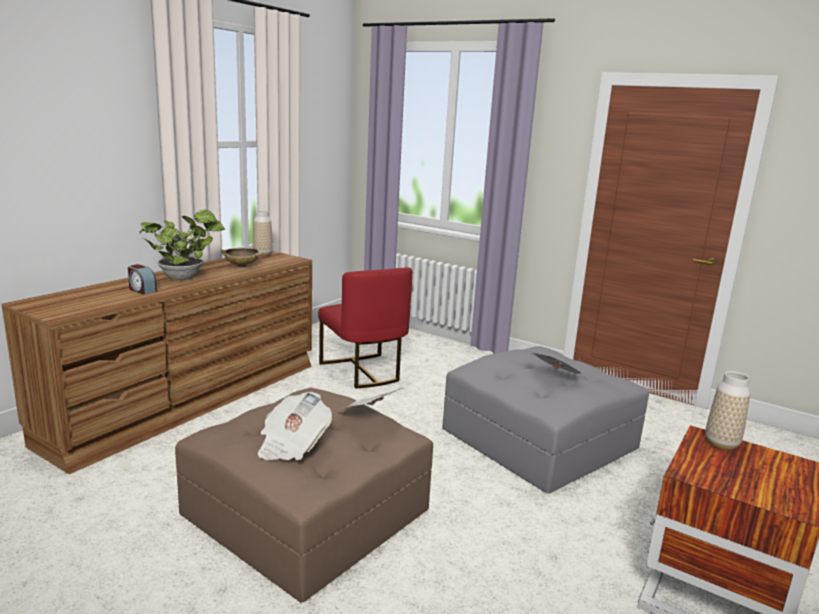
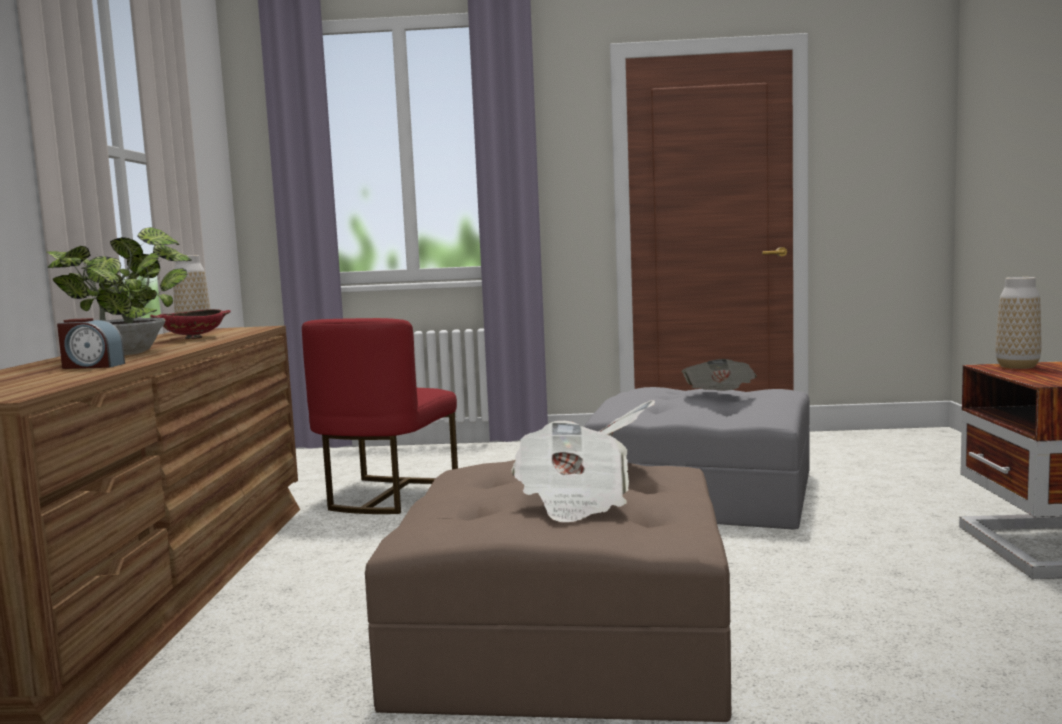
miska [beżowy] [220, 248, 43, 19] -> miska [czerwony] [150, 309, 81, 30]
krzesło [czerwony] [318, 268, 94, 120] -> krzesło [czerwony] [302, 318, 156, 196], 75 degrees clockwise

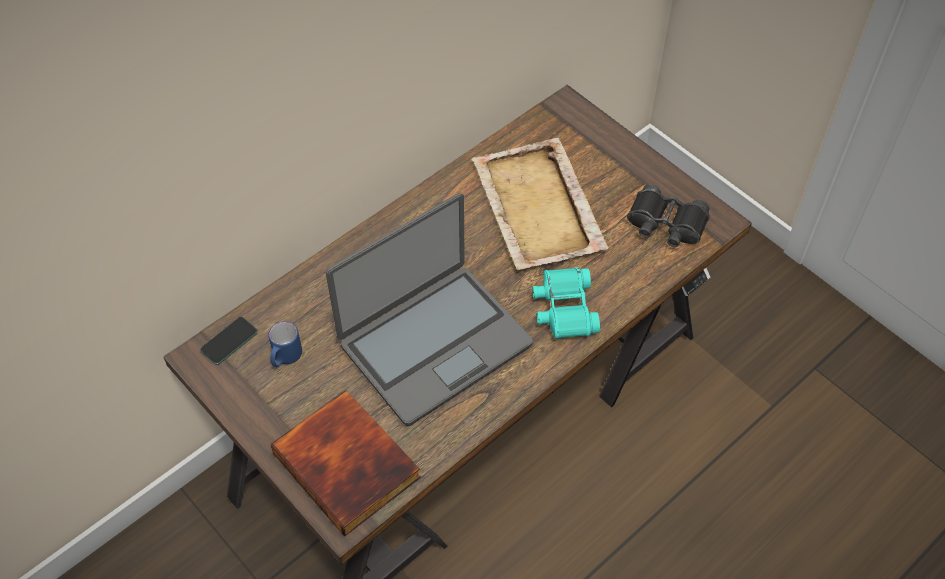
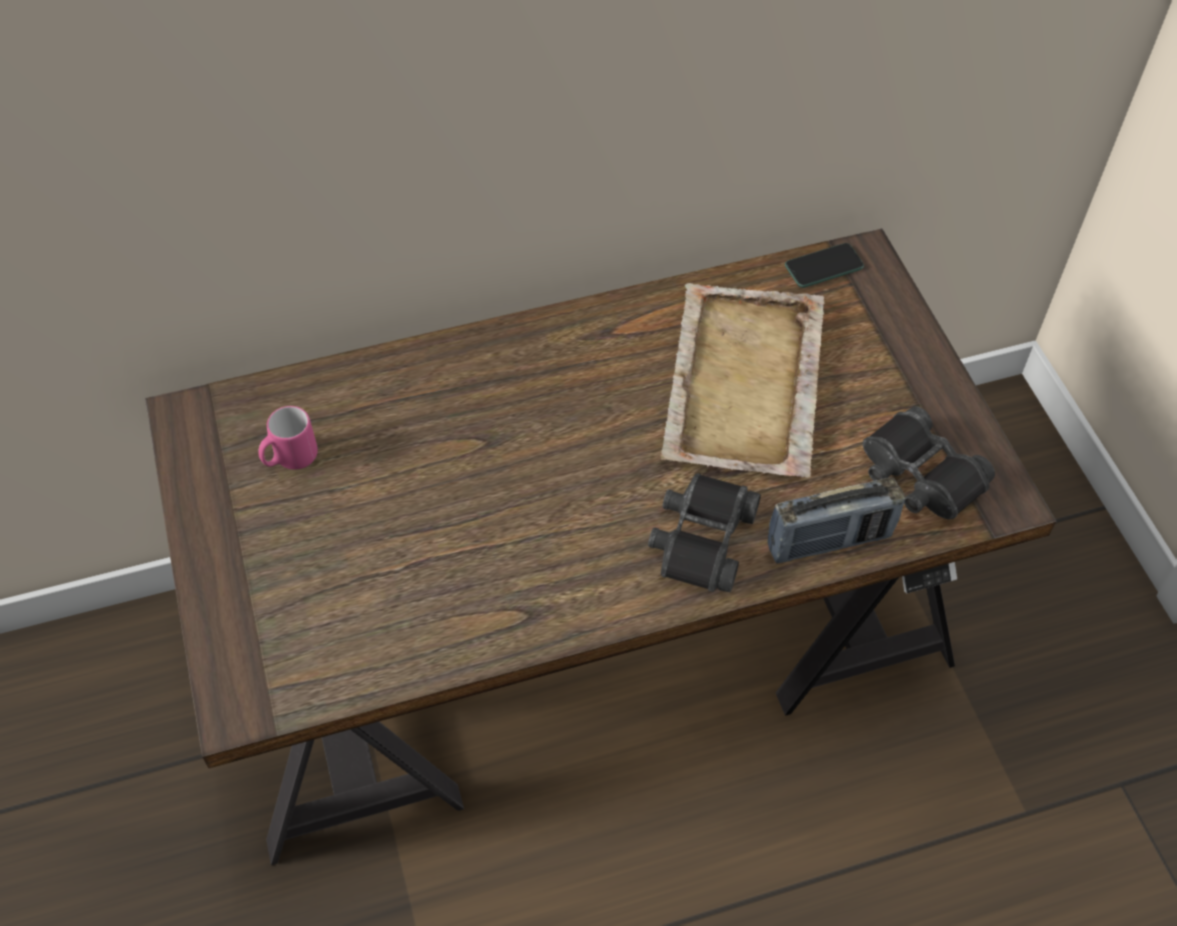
telefon [200, 317, 58, 48] -> telefon [785, 243, 79, 45], shifted
kubek [niebieski] [269, 321, 33, 46] -> kubek [różowy] [258, 406, 60, 64]
książka [271, 390, 150, 146] -> none
laptop [326, 193, 207, 233] -> none
lornetka [turkusowy] [533, 267, 67, 72] -> lornetka [czarny] [648, 473, 113, 119]
none -> radio [767, 477, 138, 87]

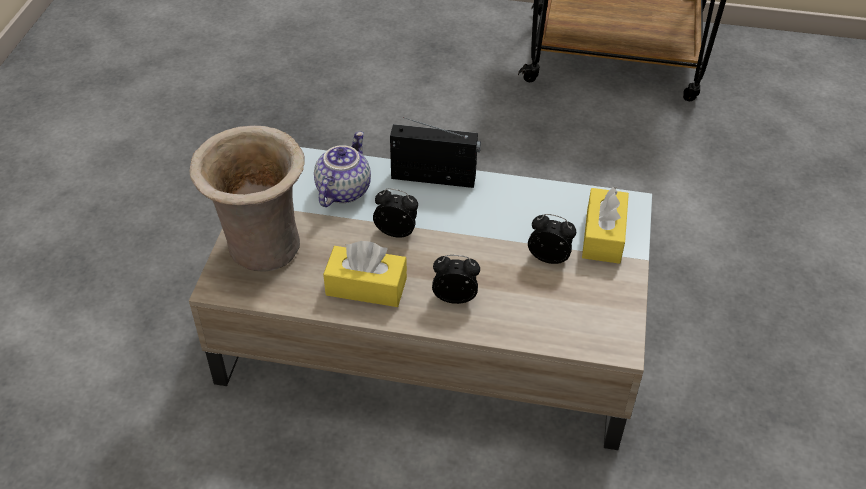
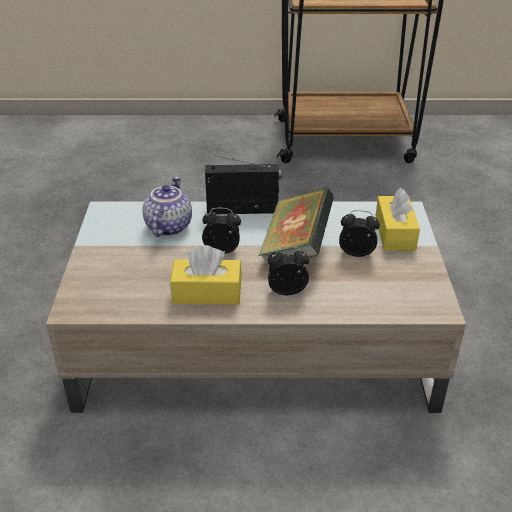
wazon [beżowy] [189, 126, 116, 146] -> none
none -> książka [259, 188, 75, 80]

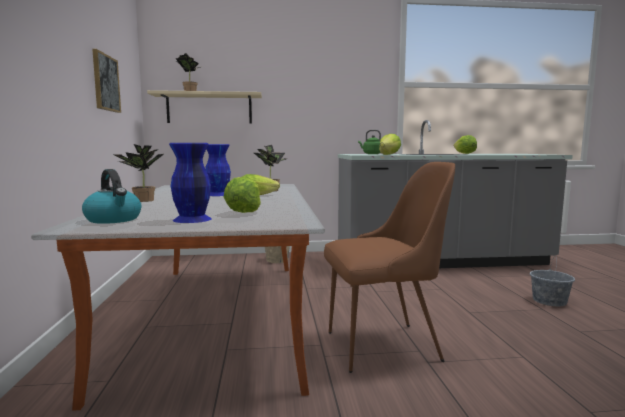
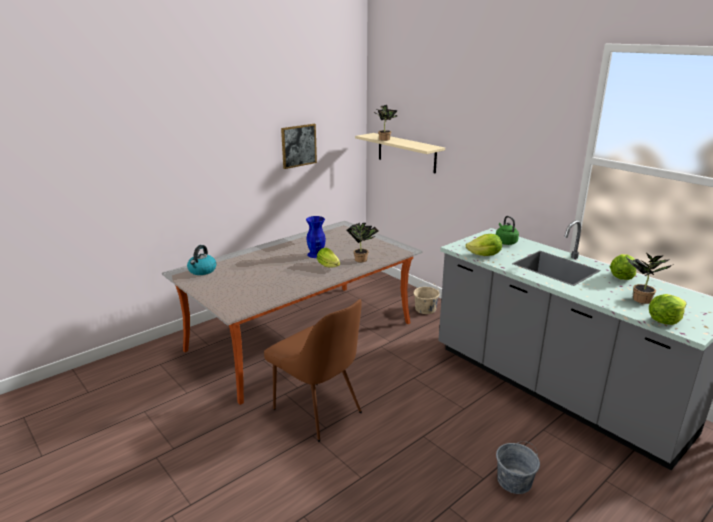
roślina doniczkowa [115, 144, 49, 58] -> roślina doniczkowa [625, 253, 49, 51], shifted
wazon [niebieski] [169, 143, 43, 80] -> none
sałata [224, 177, 37, 36] -> sałata [649, 294, 38, 31], shifted

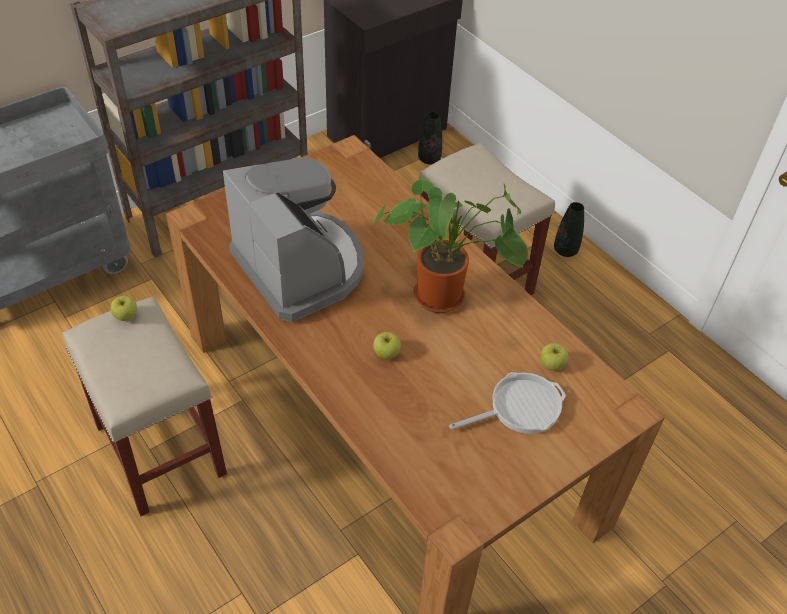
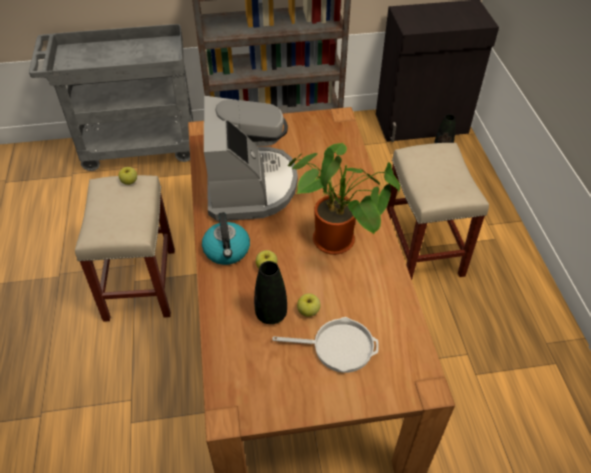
jabłko [540, 343, 28, 27] -> jabłko [297, 294, 24, 23], shifted
wazon [czarny] [554, 202, 30, 55] -> wazon [czarny] [254, 261, 33, 63], shifted
none -> czajnik [202, 212, 48, 53]

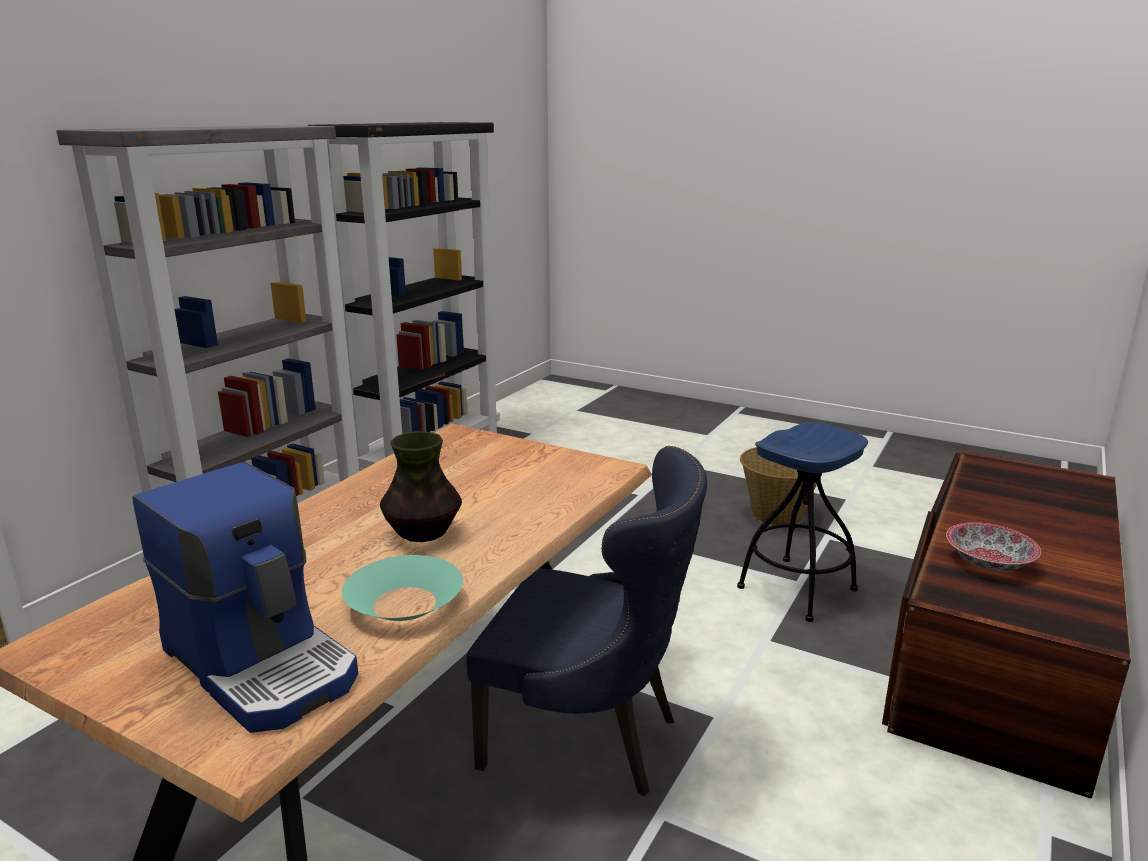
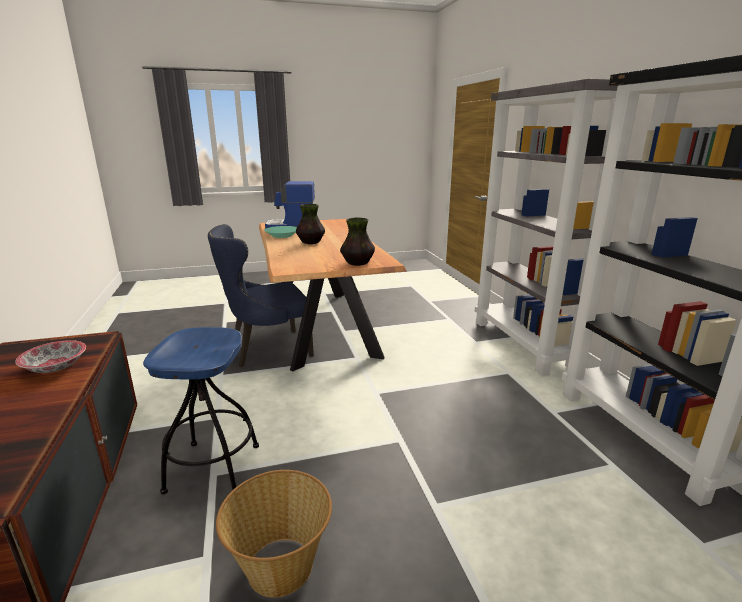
none -> wazon [340, 218, 35, 48]

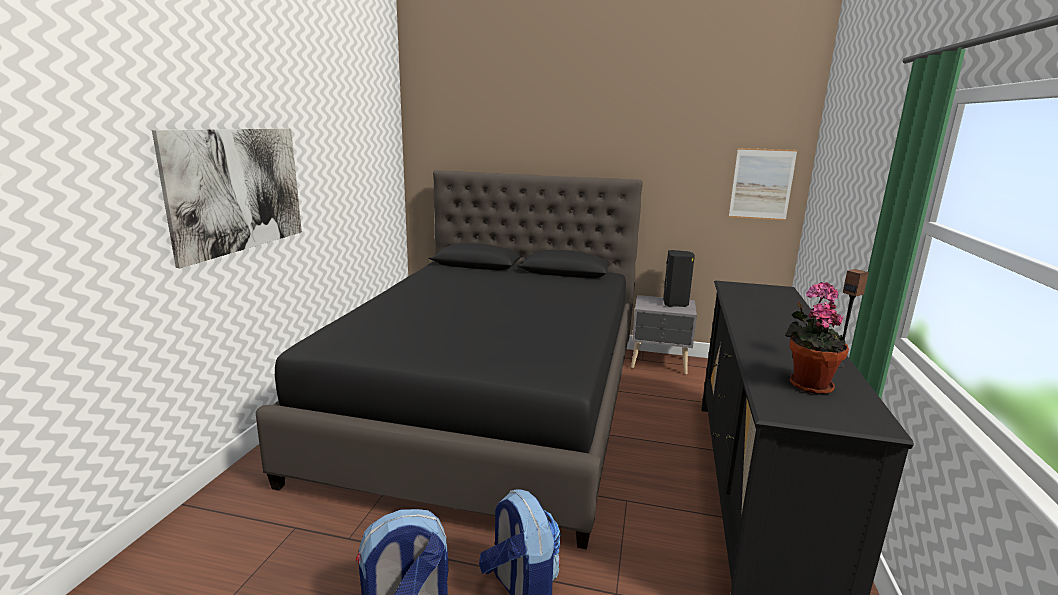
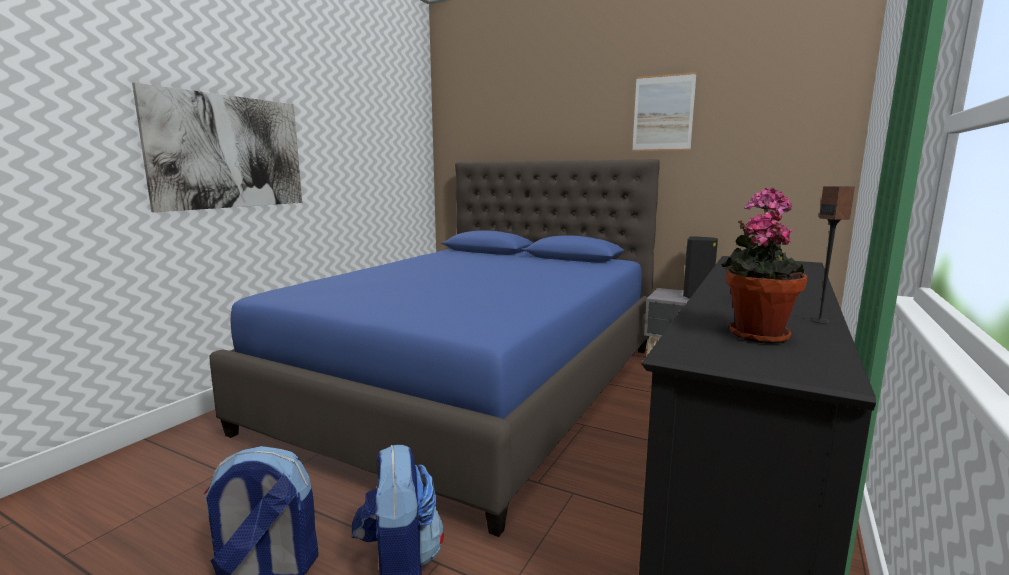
łóżko [czarny] [256, 170, 387, 379] -> łóżko [niebieski] [209, 159, 451, 378]
obraz [729, 148, 68, 73] -> obraz [632, 72, 65, 79], shifted

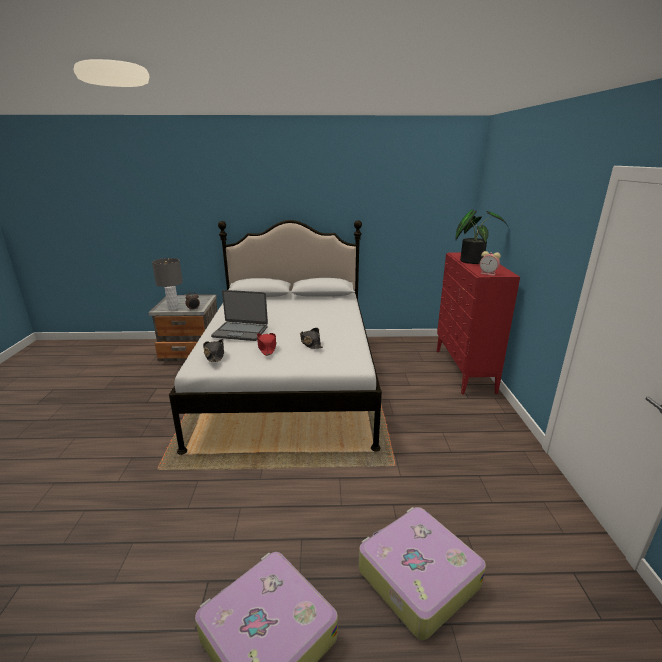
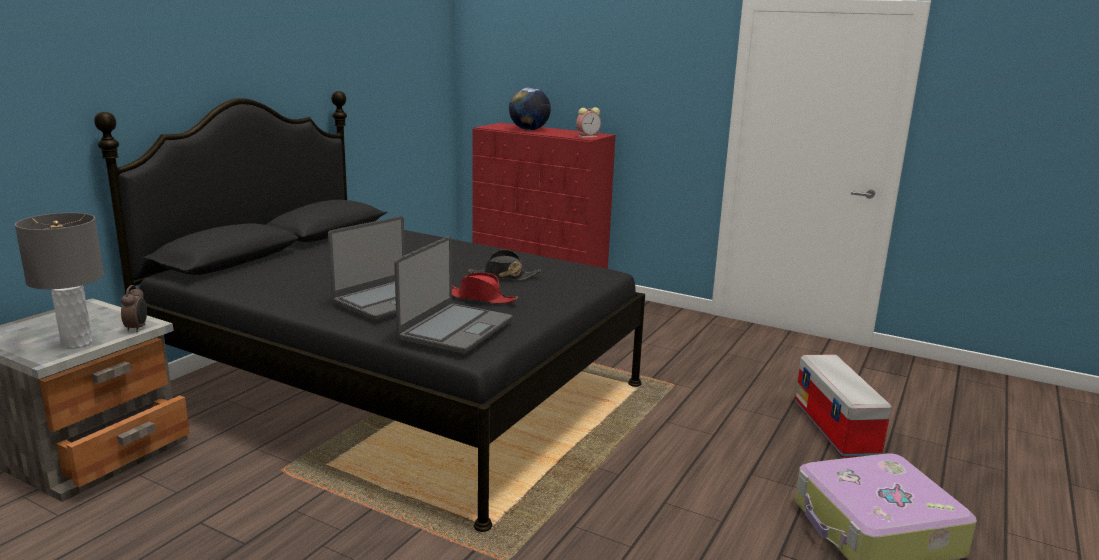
łóżko [biały] [169, 220, 213, 235] -> łóżko [czarny] [94, 91, 551, 441]
kapelusz [czarny] [203, 339, 21, 23] -> laptop [394, 236, 119, 118]
walizka [359, 507, 127, 133] -> pojemnik do przechowywania [795, 354, 97, 104]
roślina doniczkowa [455, 209, 53, 55] -> globus [509, 87, 42, 43]

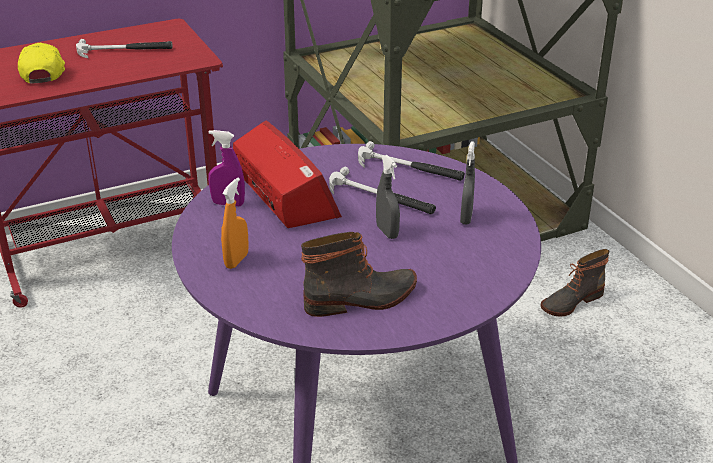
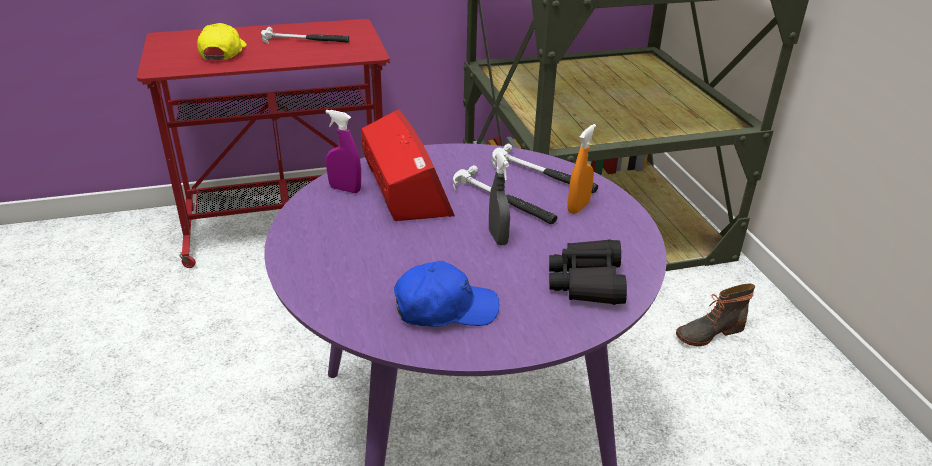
spryskiwacz [pomarańczowy] [221, 177, 28, 92] -> spryskiwacz [pomarańczowy] [567, 124, 29, 90], shifted
but z cholewką [301, 232, 116, 85] -> czapka z daszkiem [niebieski] [394, 261, 105, 66]
spryskiwacz [szary] [460, 141, 15, 83] -> none
none -> lornetka [czarny] [549, 239, 78, 66]

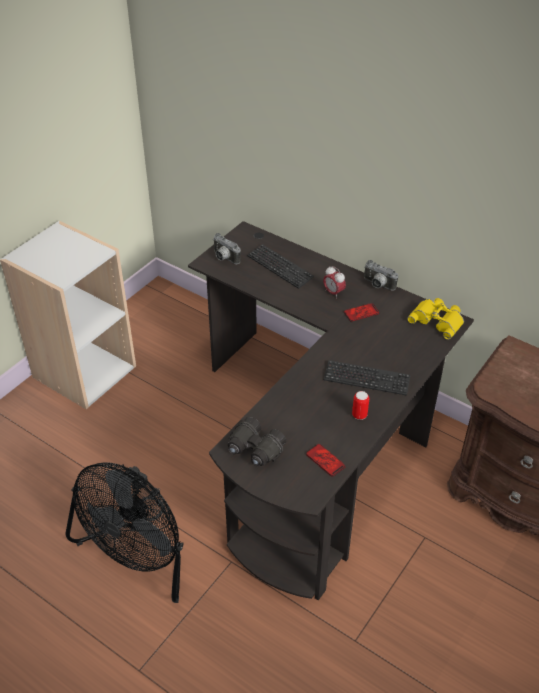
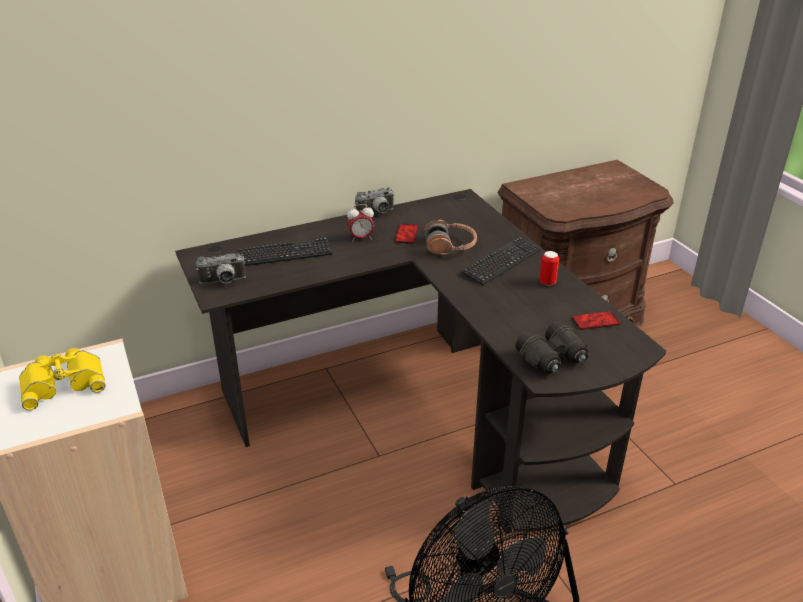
lornetka [żółty] [407, 298, 57, 42] -> lornetka [żółty] [19, 348, 86, 62], shifted
none -> słuchawki [424, 220, 53, 35]

